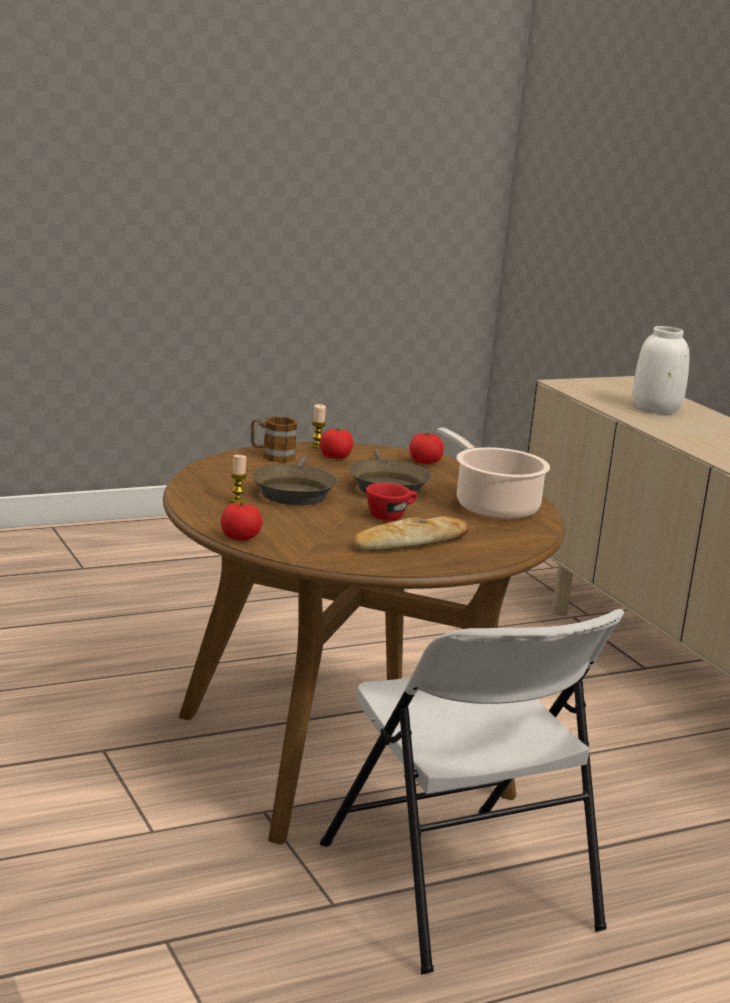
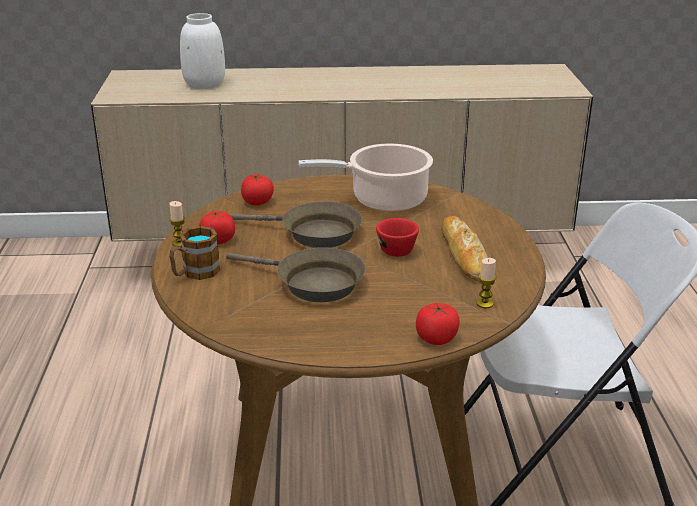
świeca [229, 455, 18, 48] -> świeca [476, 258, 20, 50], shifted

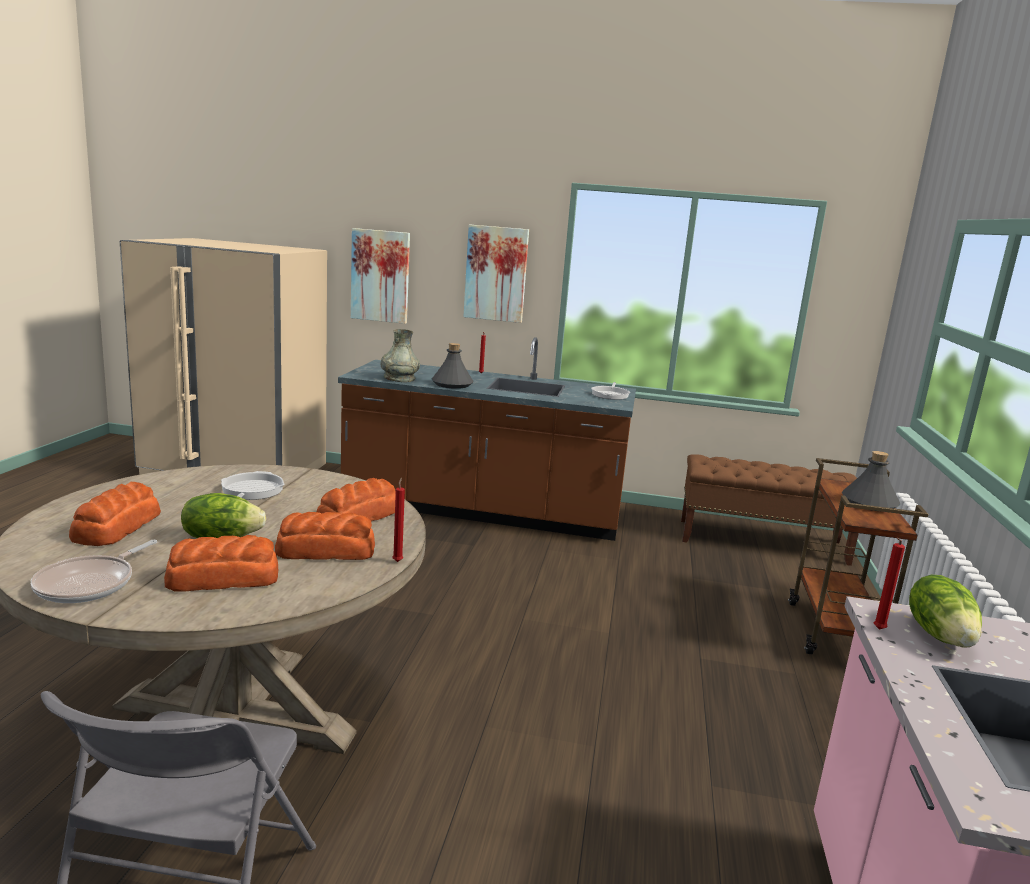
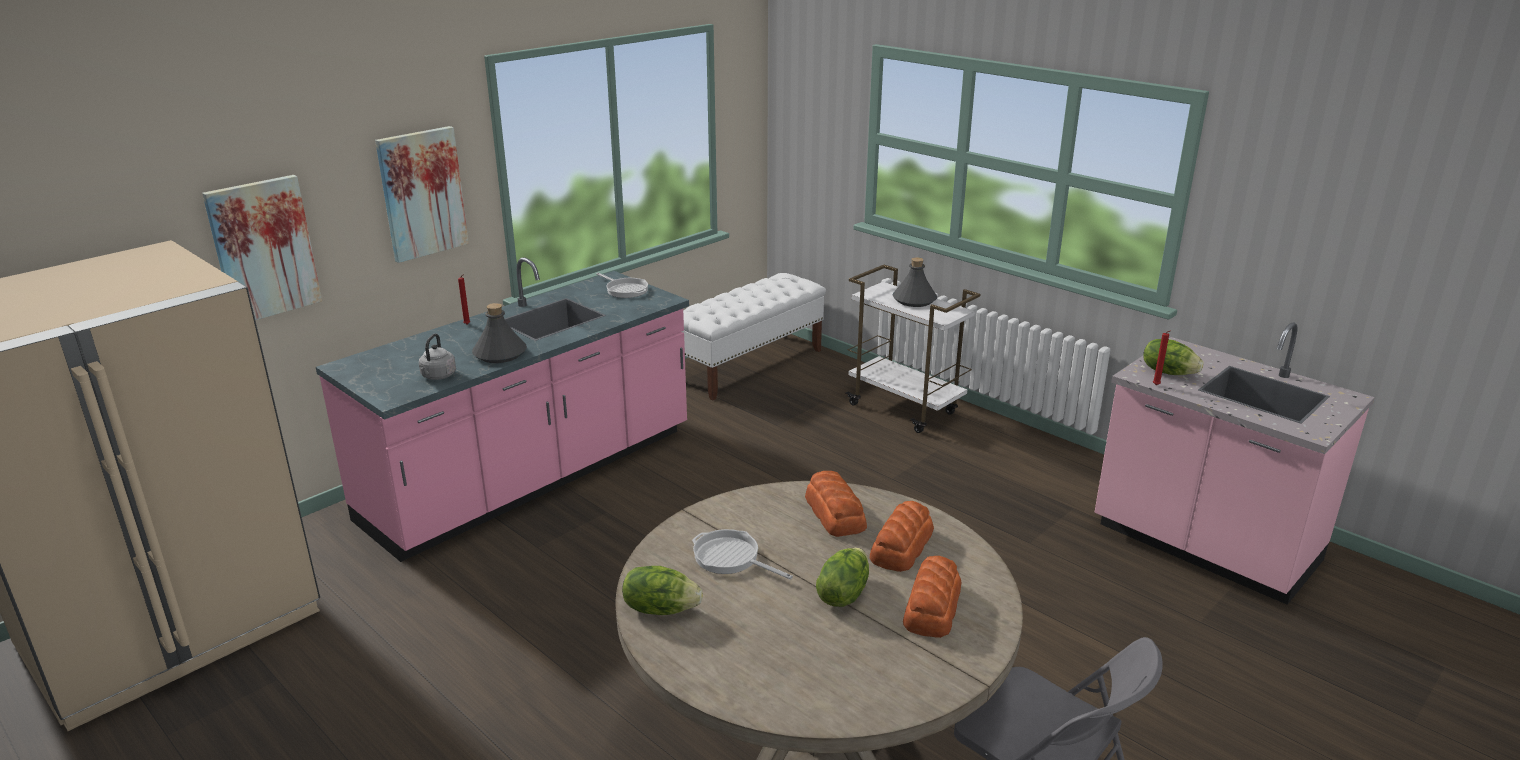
patelnia [31, 540, 126, 63] -> none
chleb [69, 482, 92, 64] -> none
zabudowa kuchenna [brązowy] [338, 337, 298, 204] -> zabudowa kuchenna [różowy] [316, 257, 373, 305]
wazon [szary] [380, 329, 40, 53] -> czajnik [szary] [419, 333, 37, 47]
świeca [czerwony] [392, 478, 13, 84] -> none
ławka [brązowy] [681, 454, 178, 112] -> ławka [biały] [682, 273, 144, 127]
wózek [brązowy] [788, 458, 140, 196] -> wózek [biały] [846, 265, 135, 168]
none -> sałata [622, 566, 81, 49]

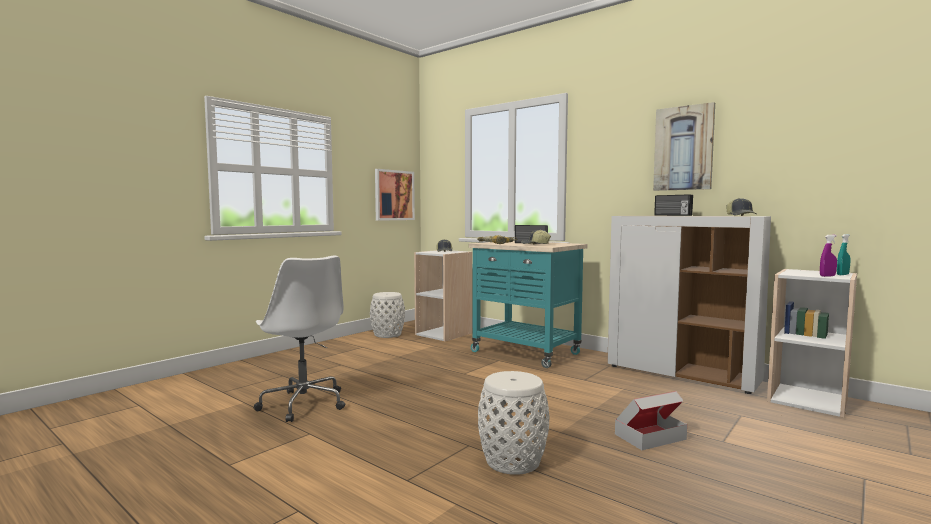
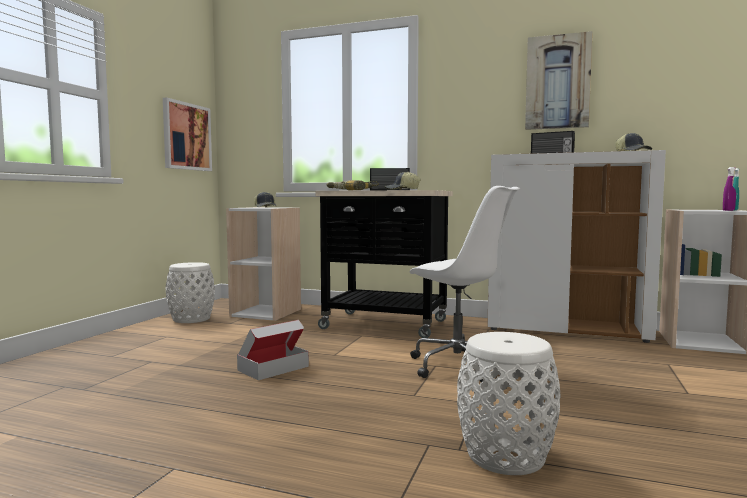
krzesło biurowe [biały] [254, 256, 91, 166] -> krzesło biurowe [biały] [410, 186, 110, 196], shifted
wózek [turkusowy] [469, 241, 119, 127] -> wózek [czarny] [315, 190, 138, 148]
karton [615, 391, 72, 59] -> karton [237, 320, 72, 60], shifted

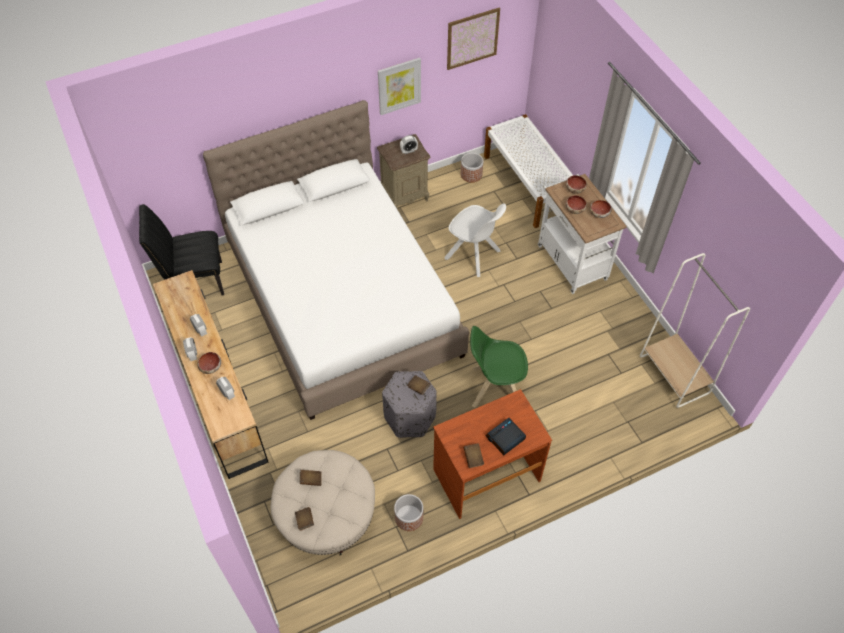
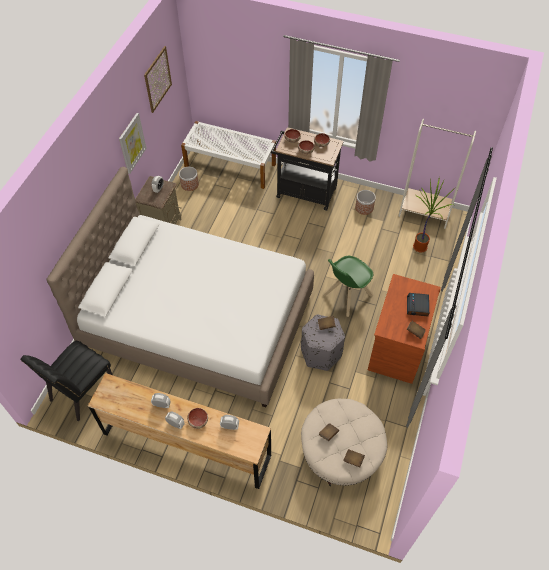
donica [394, 494, 29, 37] -> donica [355, 190, 21, 25], shifted
krzesło [biały] [444, 204, 62, 73] -> none
wózek [biały] [538, 174, 89, 120] -> wózek [czarny] [271, 127, 73, 84]
none -> roślina doniczkowa [413, 177, 42, 75]

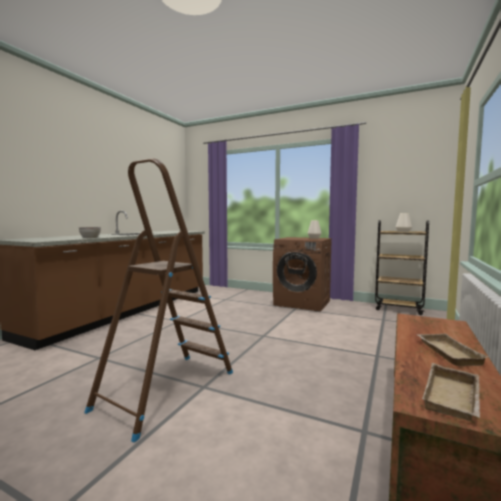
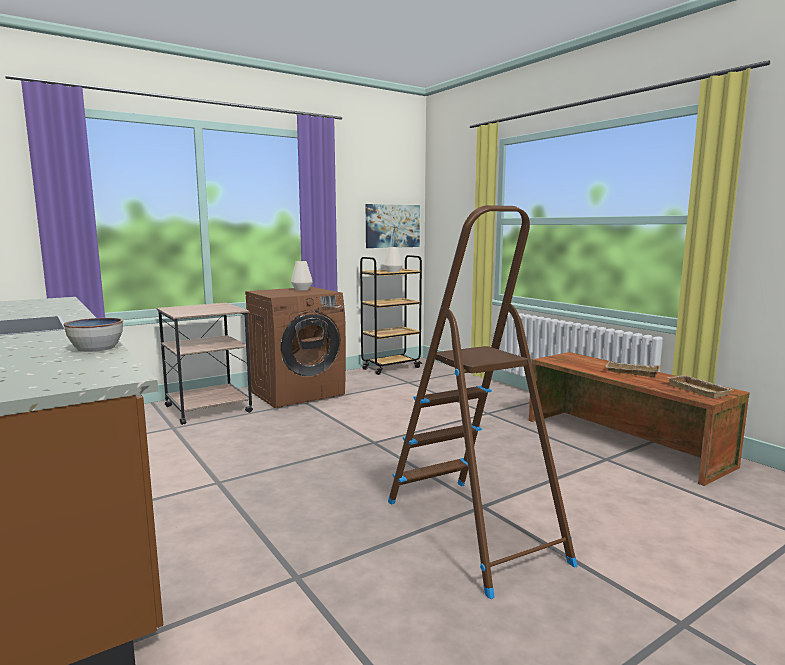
none -> wózek [brązowy] [156, 303, 97, 122]
none -> obraz [366, 204, 54, 44]

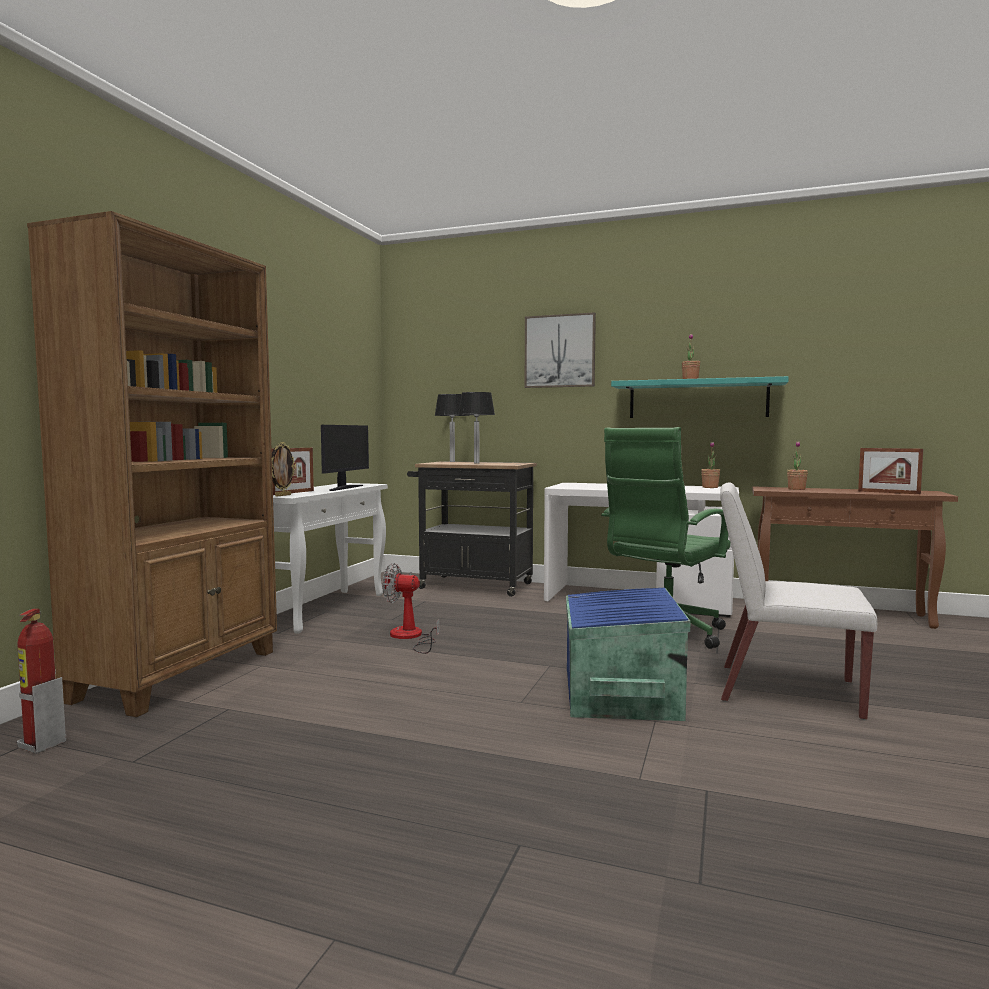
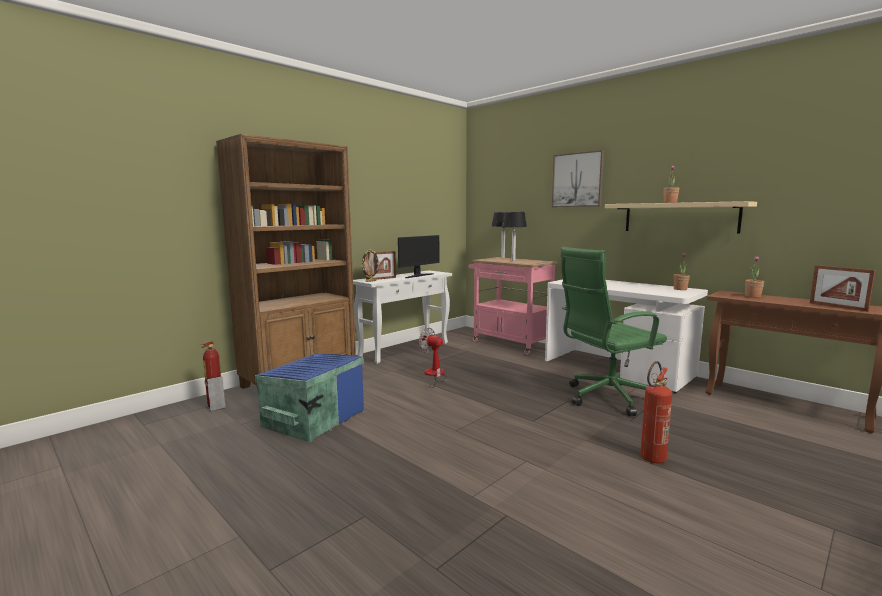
wózek [czarny] [407, 461, 130, 136] -> wózek [różowy] [468, 257, 90, 98]
pojemnik do przechowywania [niebieski] [566, 588, 125, 133] -> pojemnik do przechowywania [niebieski] [255, 354, 109, 88], shifted
półka [turkusowy] [611, 376, 178, 42] -> półka [beżowy] [605, 201, 152, 32]
krzesło [biały] [720, 483, 157, 237] -> gaśnica [640, 361, 32, 102]

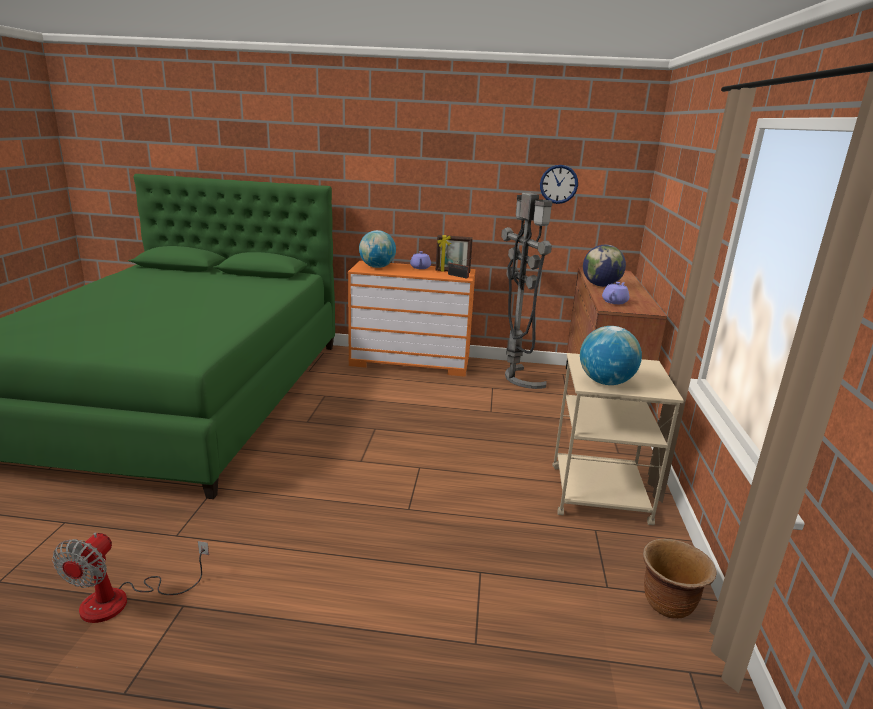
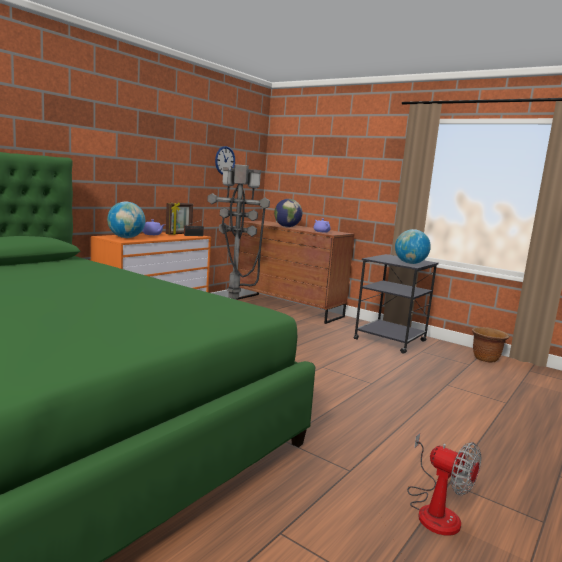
wózek [beżowy] [552, 353, 132, 172] -> wózek [czarny] [354, 254, 85, 100]

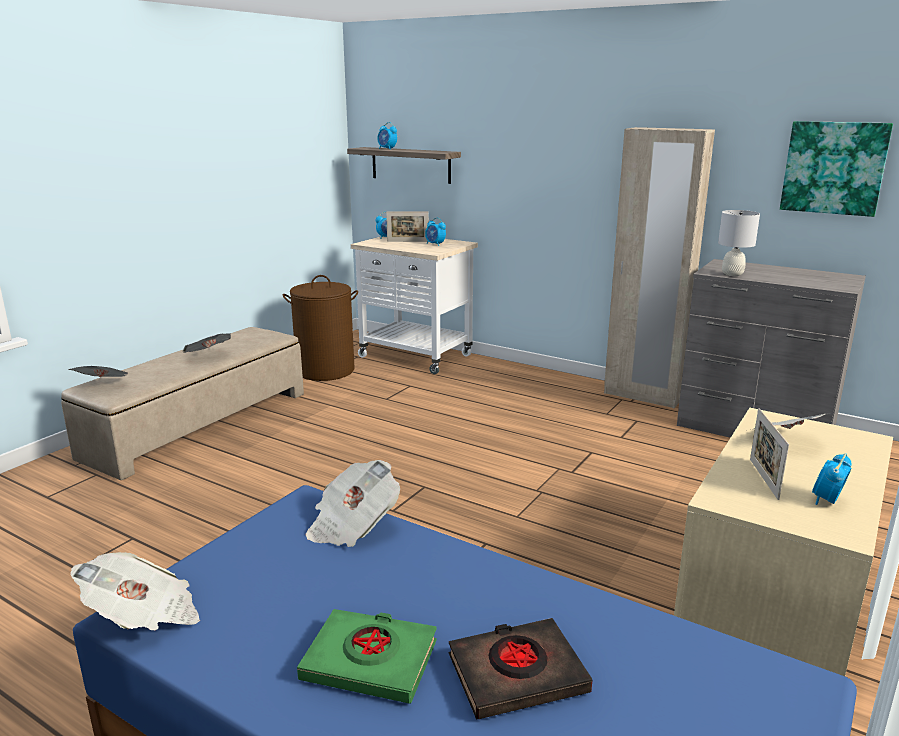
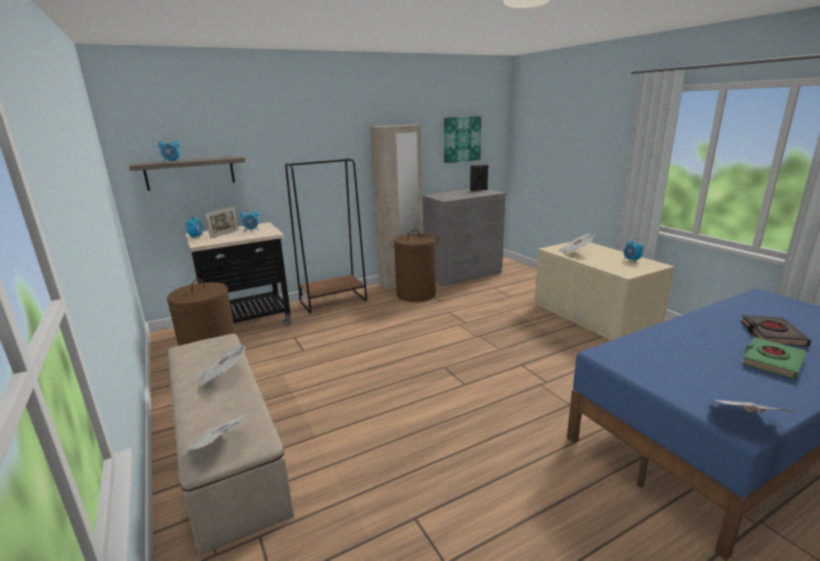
gazeta [306, 460, 94, 87] -> none
wózek [biały] [351, 236, 127, 138] -> wózek [czarny] [185, 222, 106, 104]
lampa stołowa [szary] [718, 210, 42, 66] -> none
ramka na zdjęcie [750, 408, 39, 92] -> none
none -> wieszak [285, 158, 82, 156]
none -> kosz na pranie [brązowy] [390, 230, 49, 72]
none -> głośnik [czarny] [470, 164, 19, 27]

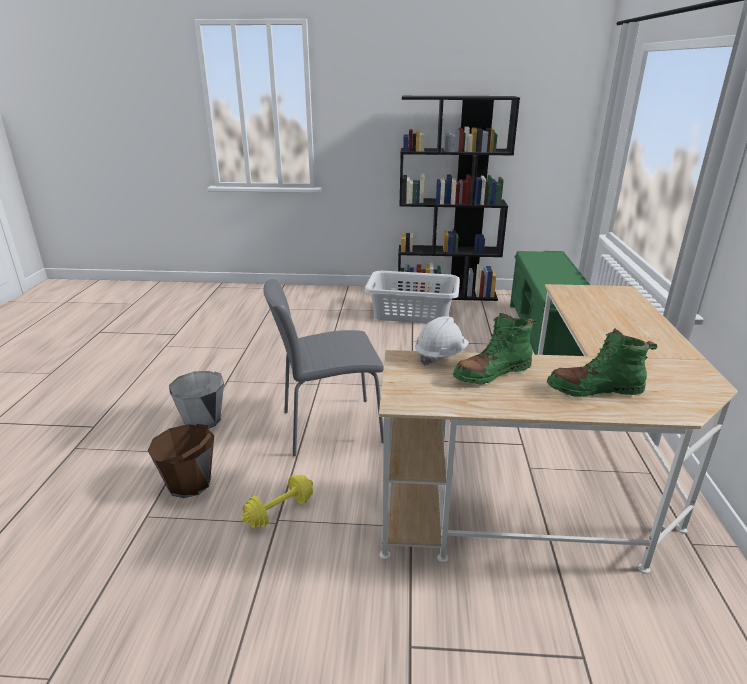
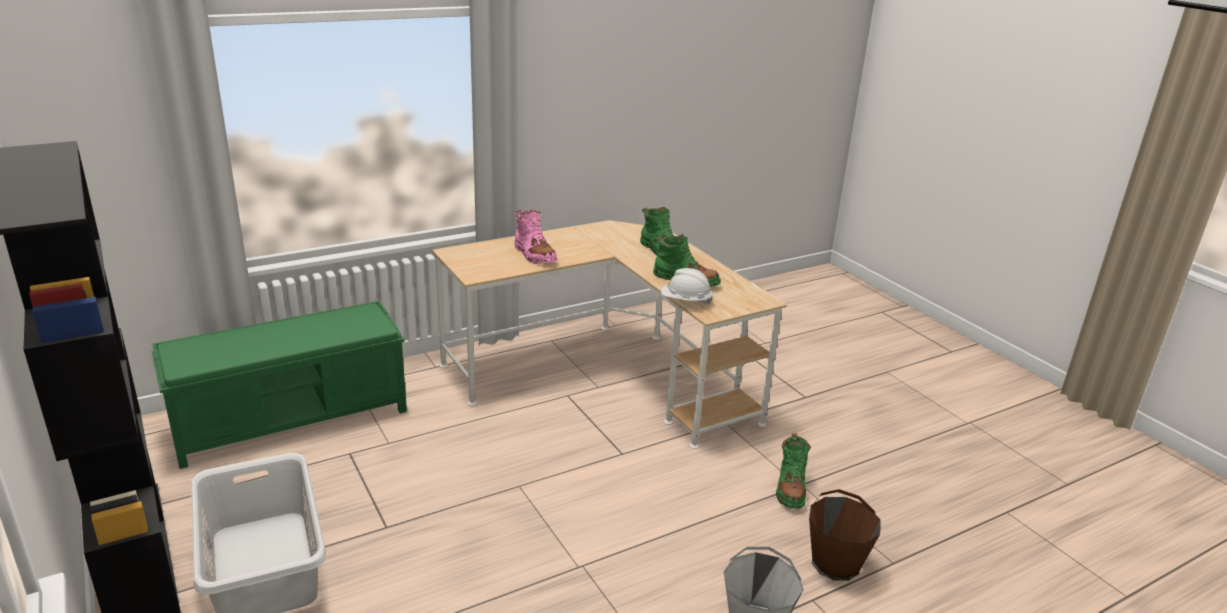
hantel [żółty] [241, 475, 72, 53] -> but z cholewką [zielony] [776, 433, 35, 76]
krzesło [szary] [264, 279, 120, 177] -> none
none -> but z cholewką [różowy] [515, 209, 42, 55]

